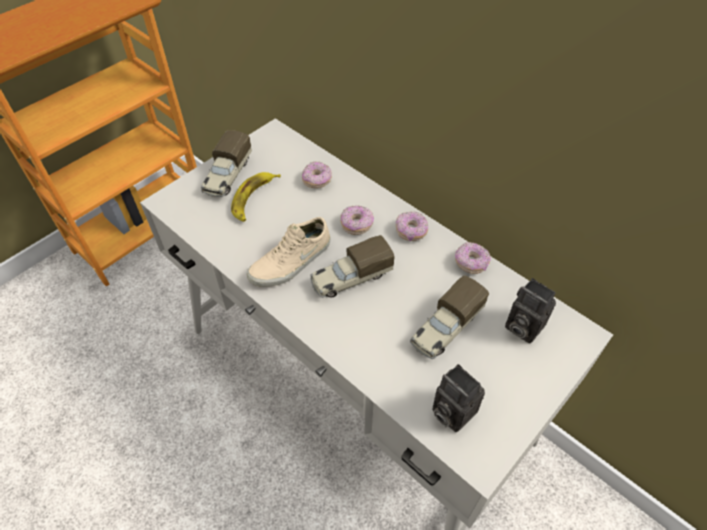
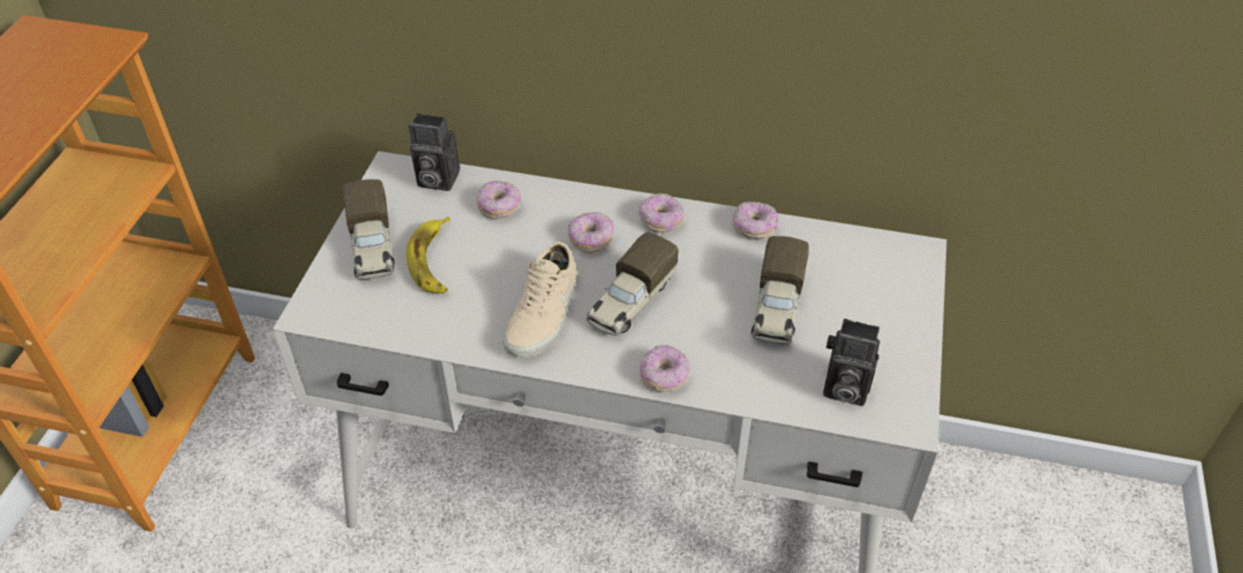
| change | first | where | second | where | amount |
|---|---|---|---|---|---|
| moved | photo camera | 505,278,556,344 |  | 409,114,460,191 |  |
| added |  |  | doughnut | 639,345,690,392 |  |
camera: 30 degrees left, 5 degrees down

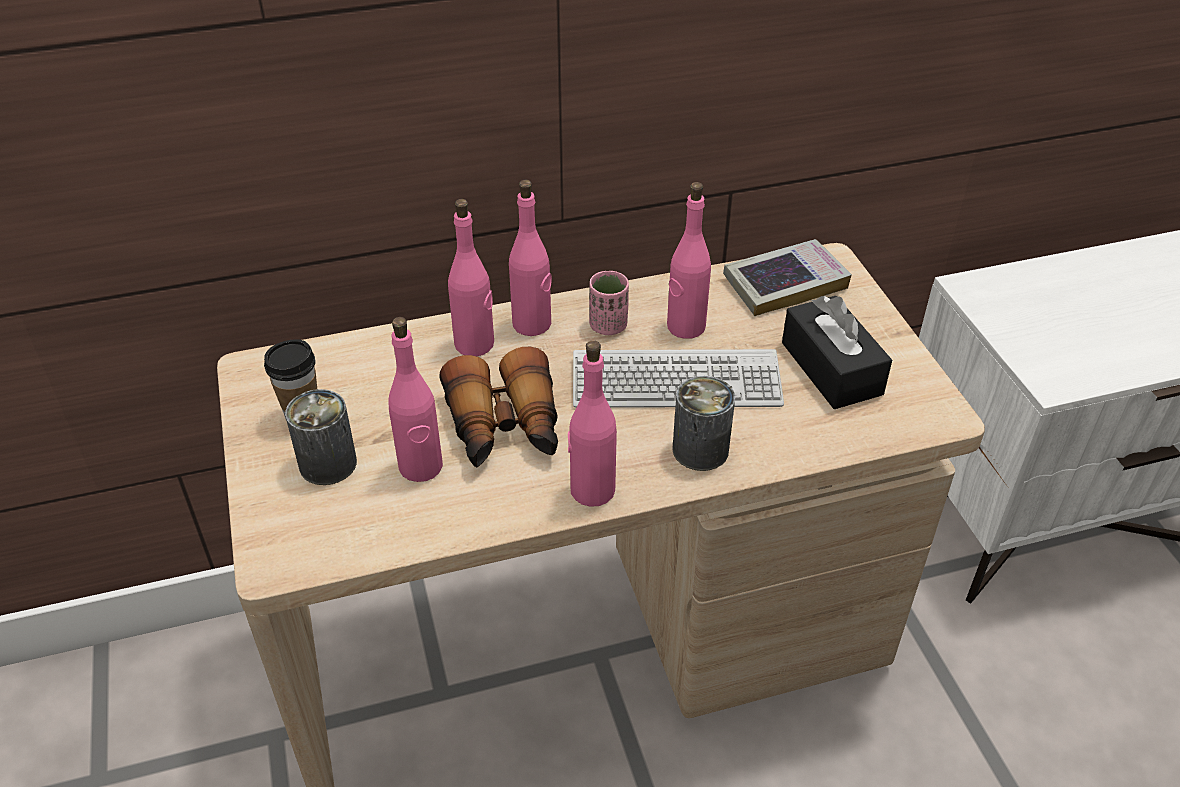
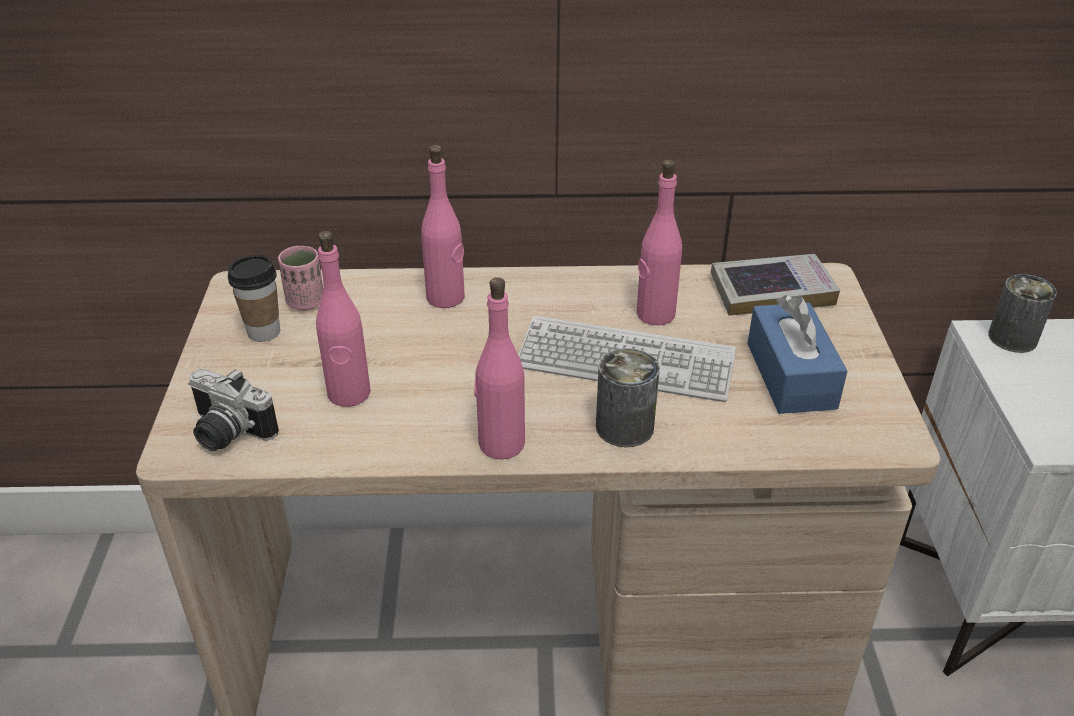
| change | first | where | second | where | amount |
|---|---|---|---|---|---|
| moved | sealed can | 285,389,357,485 |  | 988,274,1057,353 |  |
| removed | field glasses | 439,347,558,467 |  |  |  |
| removed | beverage bottle (pink-coloured) | 509,180,552,336 |  |  |  |
| moved | small cup (pink-coloured) | 589,271,629,335 |  | 278,246,323,311 |  |
| recoloured | tissue box (black-coloured) | 782,296,892,409 | tissue box (blue-coloured) | 747,295,847,414 |  |
| added |  |  | photo camera | 188,368,279,451 |  |
camera: 15 degrees right, 5 degrees down

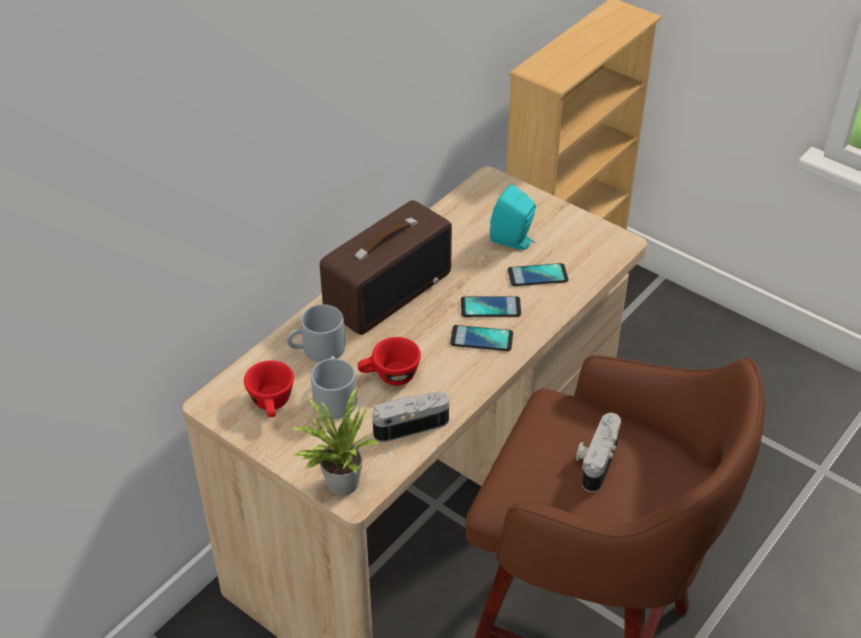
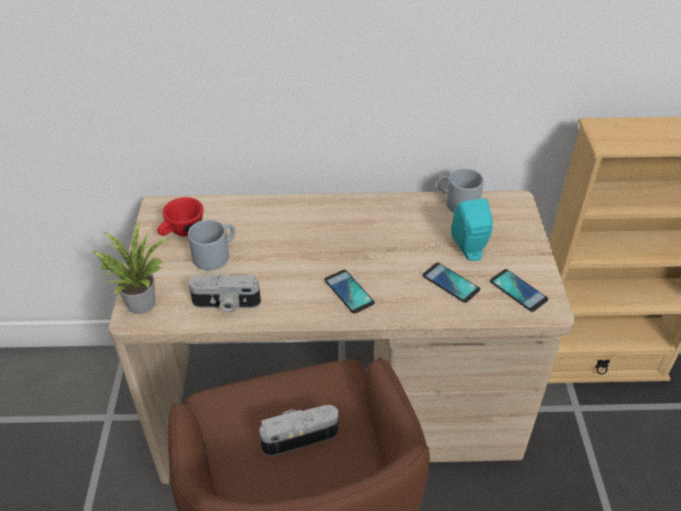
| change | first | where | second | where | amount |
|---|---|---|---|---|---|
| moved | coffee mug (greyish) | 287,304,345,362 |  | 437,168,484,213 |  |
| removed | radio receiver | 320,200,452,335 |  |  |  |
| removed | small cup (red-coloured) | 358,337,421,386 |  |  |  |
| turned | photo camera | 372,392,449,442 |  | 189,273,261,313 | 150 degrees clockwise |
| moved | telephone | 461,296,521,317 |  | 490,269,548,312 |  |
camera: 50 degrees right, 0 degrees up

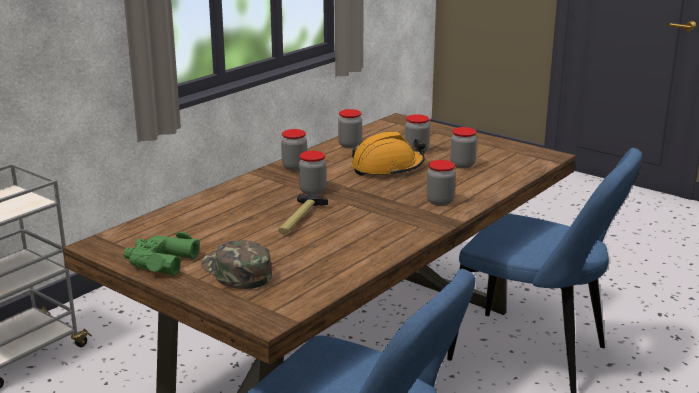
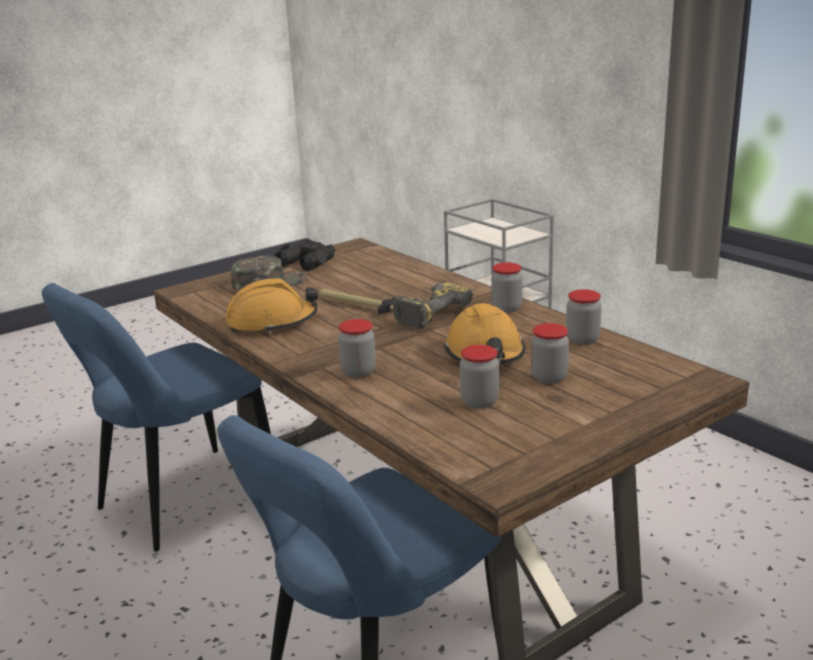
| change | first | where | second | where | amount |
|---|---|---|---|---|---|
| recoloured | field glasses (green-coloured) | 123,231,200,275 | field glasses (black-coloured) | 275,242,335,271 |  |
| replaced | jar | 299,151,327,195 | drill | 393,282,473,329 |  |
| added |  |  | hard hat (orange-coloured) | 226,278,319,334 |  |
camera: 105 degrees right, 0 degrees up

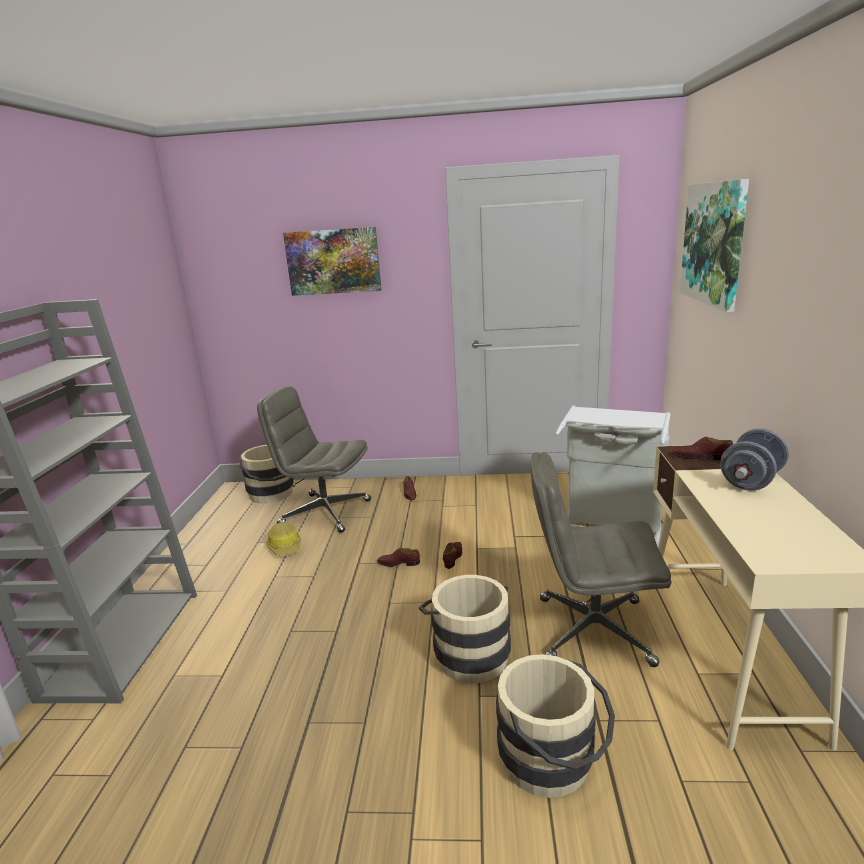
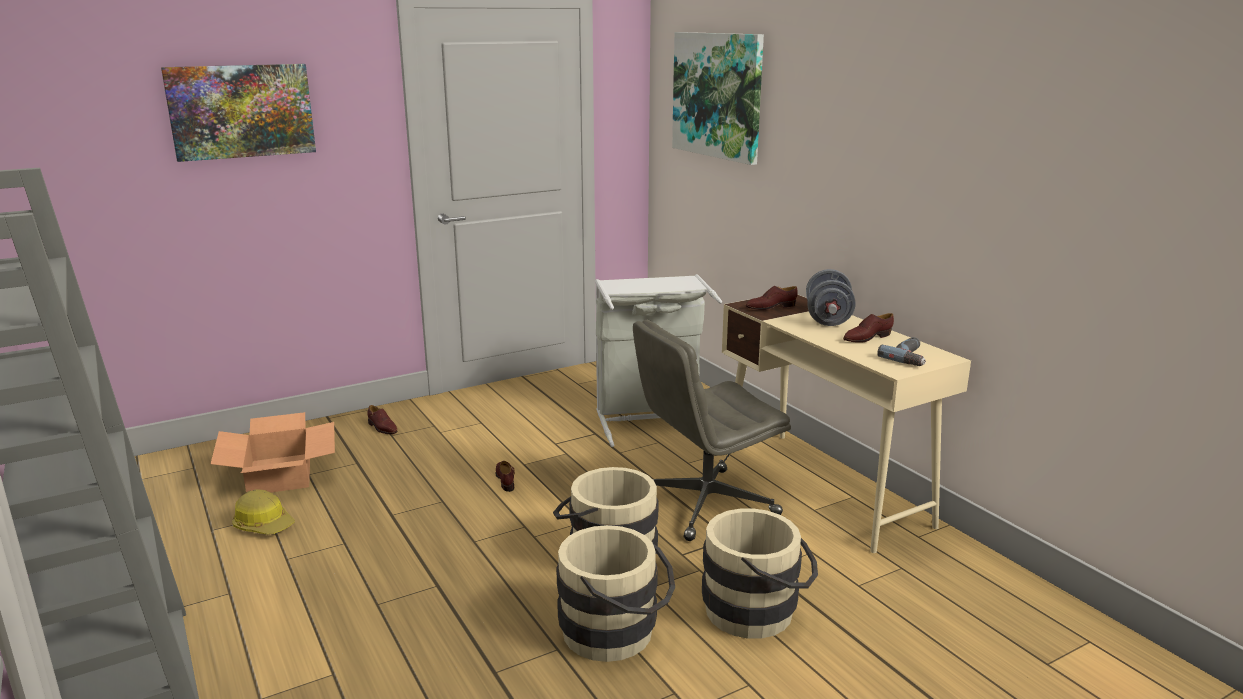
| change | first | where | second | where | amount |
|---|---|---|---|---|---|
| moved | bucket (beige-coloured) | 240,445,294,503 |  | 556,525,675,662 |  |
| replaced | office chair (greyish) | 257,387,371,533 | cardboard box | 211,412,335,493 |  |
| moved | item of footwear (brown-coloured) | 377,548,420,567 |  | 843,313,894,342 |  |
| added |  |  | drill | 877,337,926,366 |  |
camera: 35 degrees left, 0 degrees up

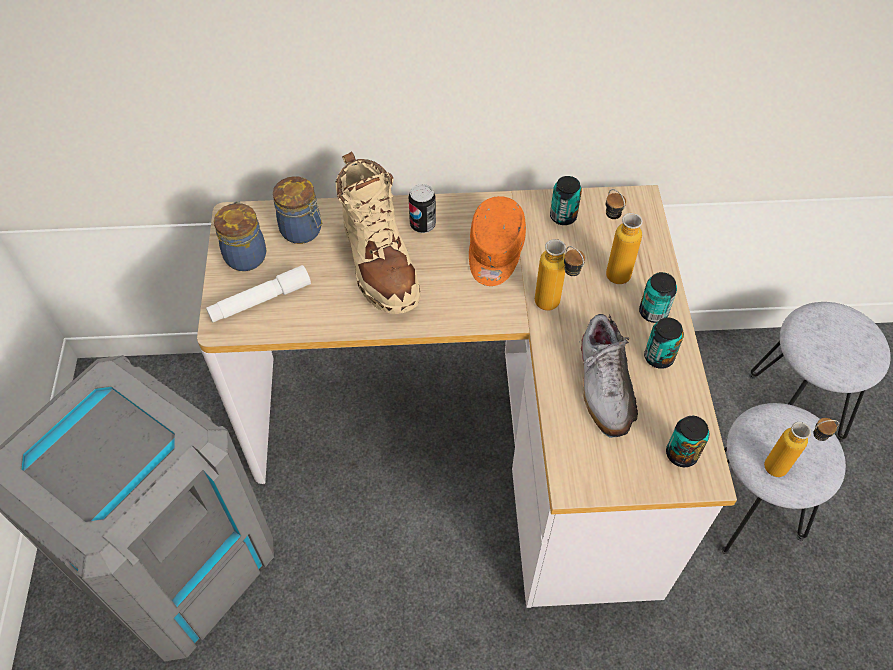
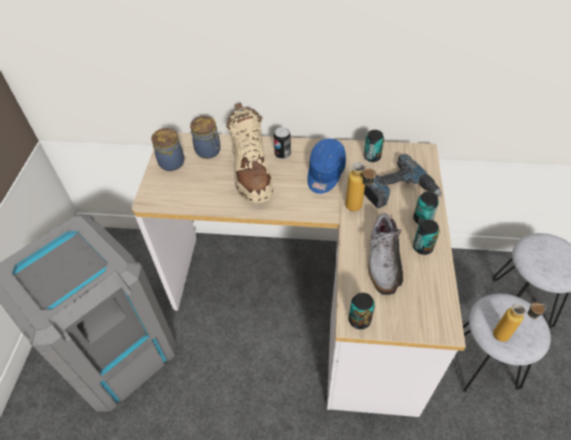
| change | first | where | second | where | amount |
|---|---|---|---|---|---|
| removed | hand torch (white) | 206,265,311,322 |  |  |  |
| recoloured | baseball cap (orange-coloured) | 469,196,526,286 | baseball cap (blue-coloured) | 307,139,346,194 |  |
| replaced | beverage bottle | 606,189,643,284 | drill | 364,154,442,208 |  |
| moved | sealed can | 666,416,710,467 |  | 349,293,375,329 |  |
camera: 10 degrees right, 5 degrees down

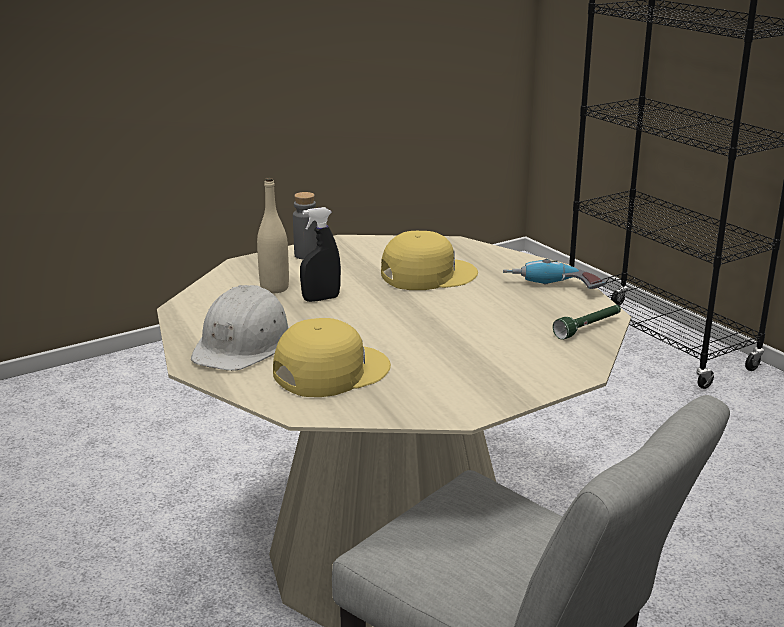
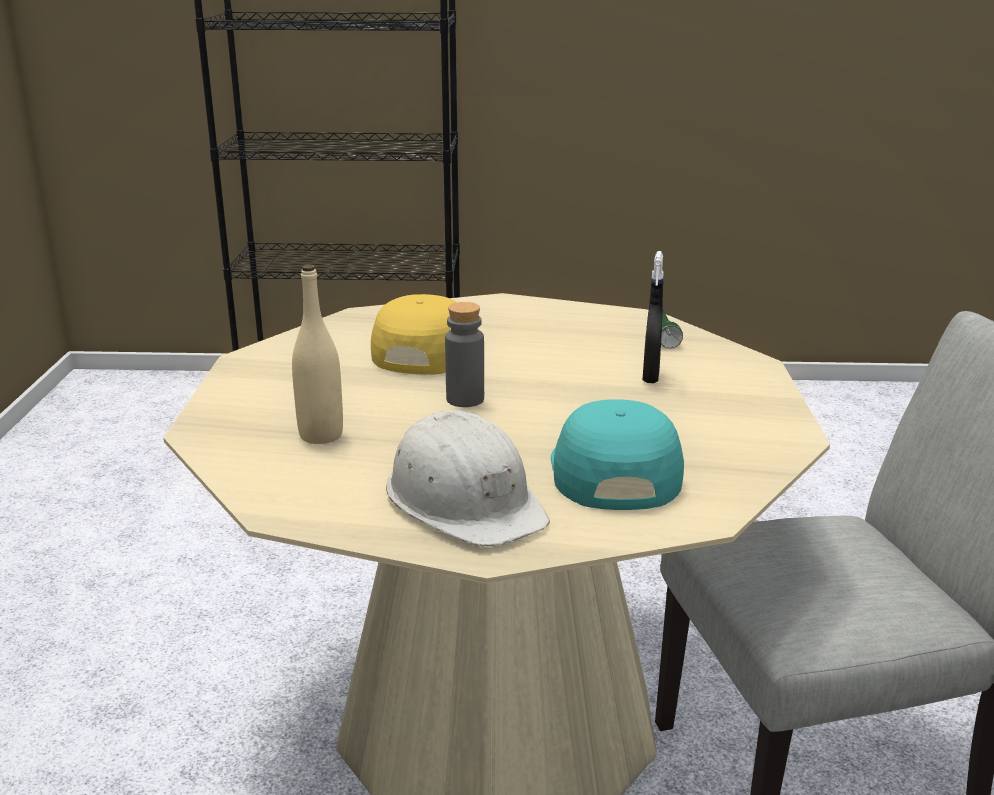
| change | first | where | second | where | amount |
|---|---|---|---|---|---|
| recoloured | baseball cap (yellowish) | 273,318,391,397 | baseball cap (blue-green) | 551,399,684,510 |  |
| moved | beverage bottle (greyish) | 293,192,317,259 |  | 445,302,484,407 |  |
| moved | spray bottle (black-coloured) | 300,207,341,302 |  | 643,251,664,383 |  |
| removed | drill | 503,259,606,289 |  |  |  |
camera: 55 degrees left, 0 degrees up

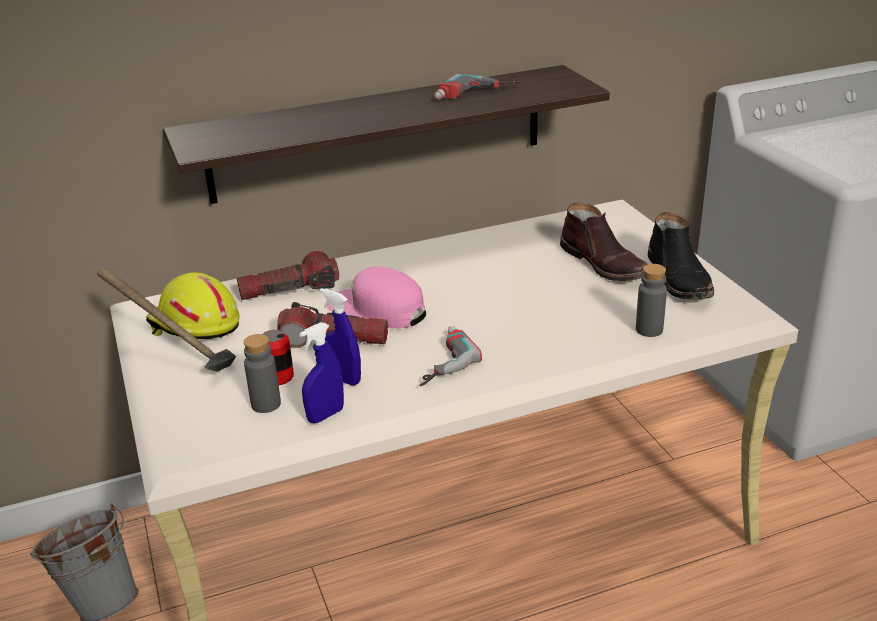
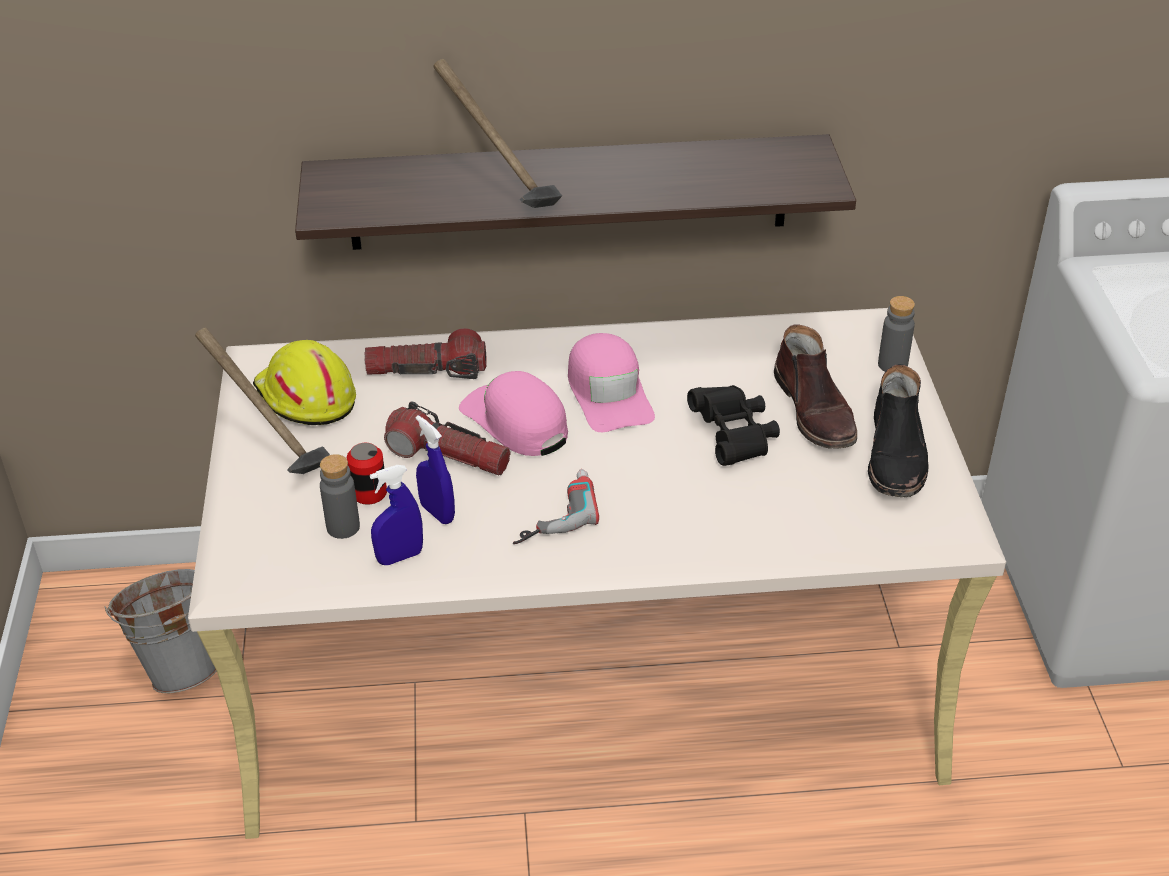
| change | first | where | second | where | amount |
|---|---|---|---|---|---|
| removed | drill | 435,74,521,99 |  |  |  |
| moved | beverage bottle (greyish) | 636,264,667,337 |  | 878,296,915,372 |  |
| added |  |  | tool hammer | 434,59,562,208 |  |
| added |  |  | baseball cap (pink-coloured) | 568,333,655,432 |  |
| added |  |  | field glasses (black-coloured) | 687,385,780,466 |  |
camera: 15 degrees right, 10 degrees up

